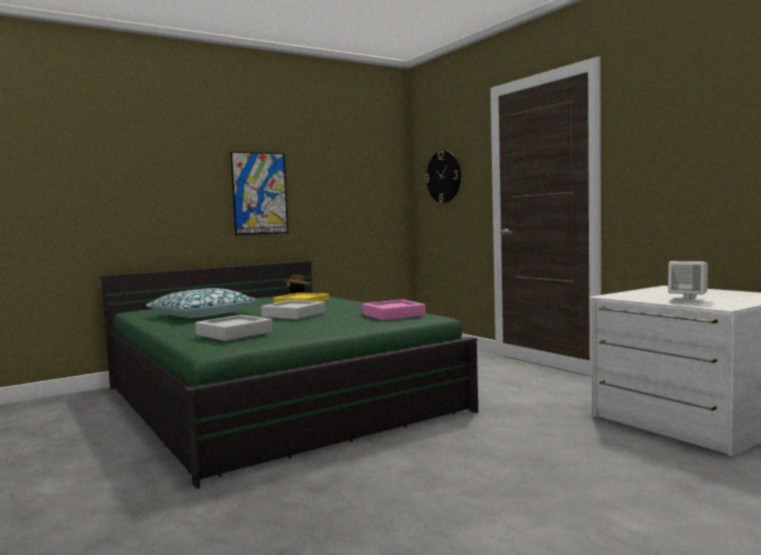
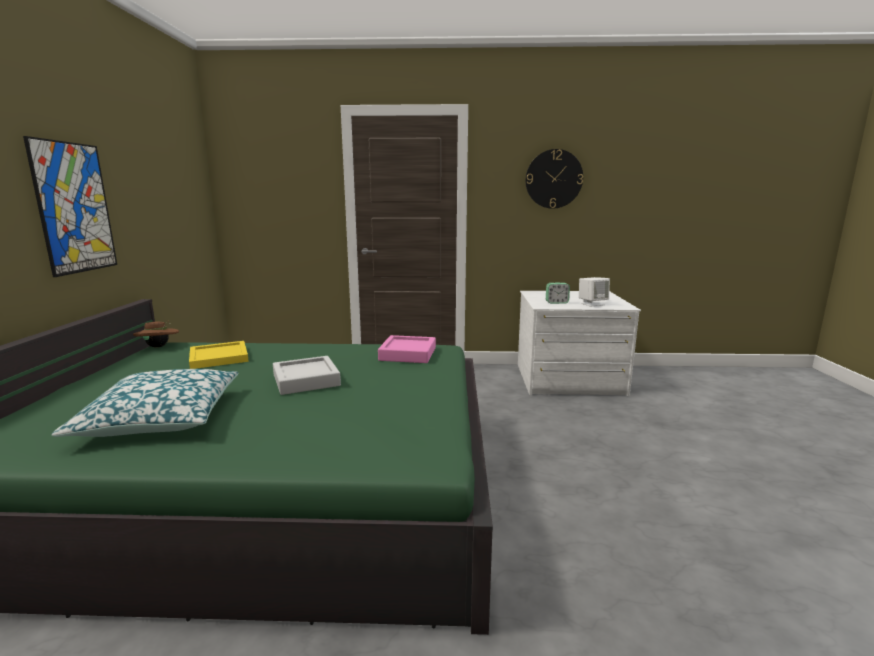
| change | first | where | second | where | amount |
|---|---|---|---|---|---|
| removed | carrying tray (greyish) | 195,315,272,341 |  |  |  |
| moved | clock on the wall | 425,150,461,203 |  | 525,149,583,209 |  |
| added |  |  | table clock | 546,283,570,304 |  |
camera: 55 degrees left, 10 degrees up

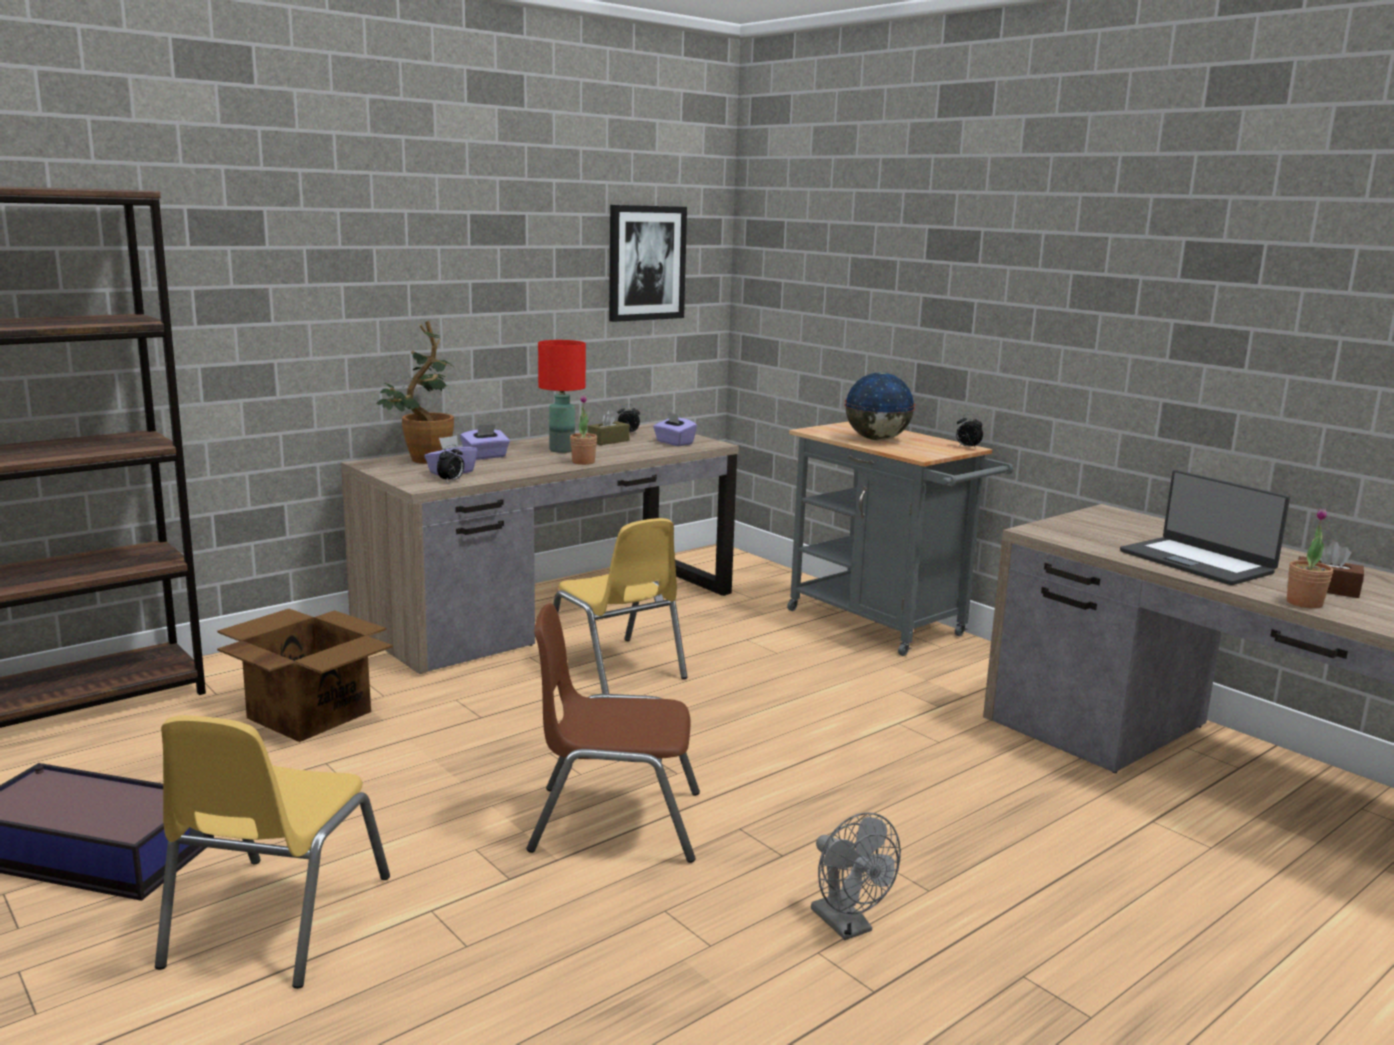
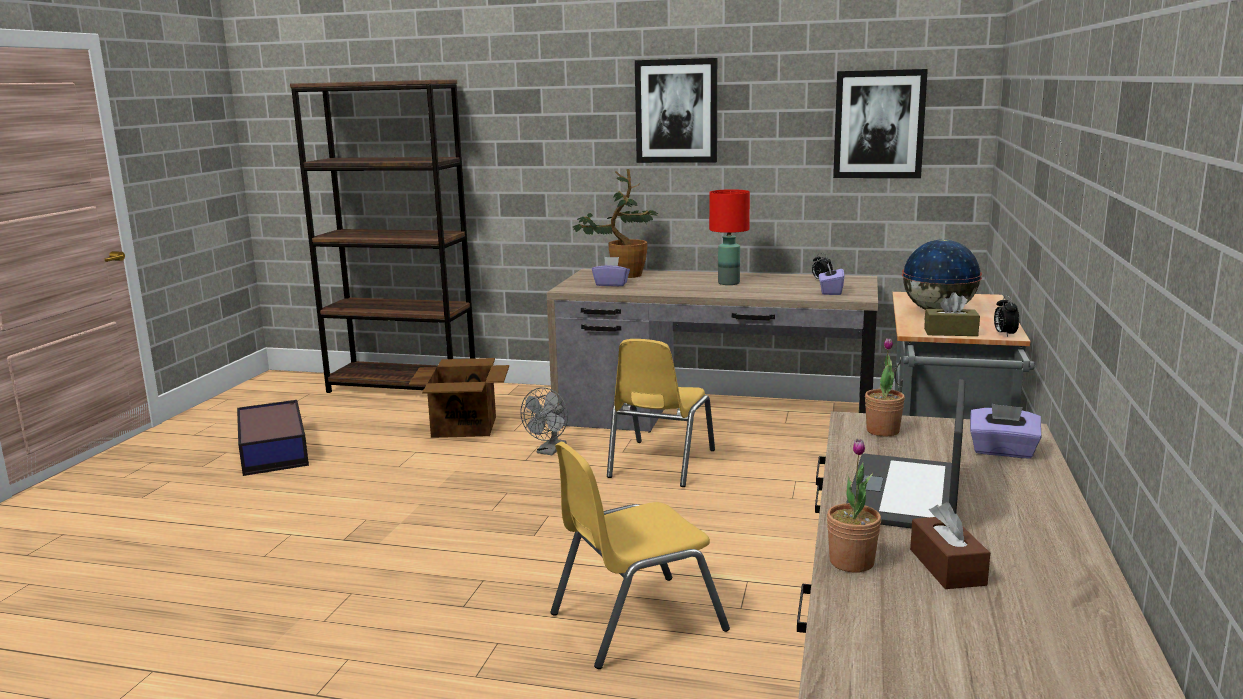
| change | first | where | second | where | amount |
|---|---|---|---|---|---|
| moved | upright chair (yellowish) | 155,715,390,989 |  | 550,442,730,669 |  |
| removed | table clock | 437,445,464,482 |  |  |  |
| moved | tissue box (purple-coloured) | 460,424,510,460 |  | 970,404,1041,458 |  |
| removed | upright chair (brown-coloured) | 526,603,700,863 |  |  |  |
| moved | potted plant | 570,395,597,465 |  | 865,338,905,437 |  |
| moved | tissue box (brown-coloured) | 588,409,630,445 |  | 924,292,980,336 |  |
| moved | electric fan (greyish) | 811,812,901,940 |  | 520,388,568,455 |  |
| added |  |  | wall picture | 635,58,717,163 |  |
camera: 55 degrees right, 0 degrees up

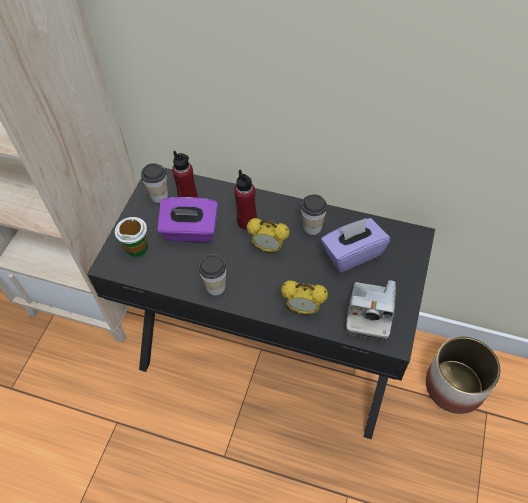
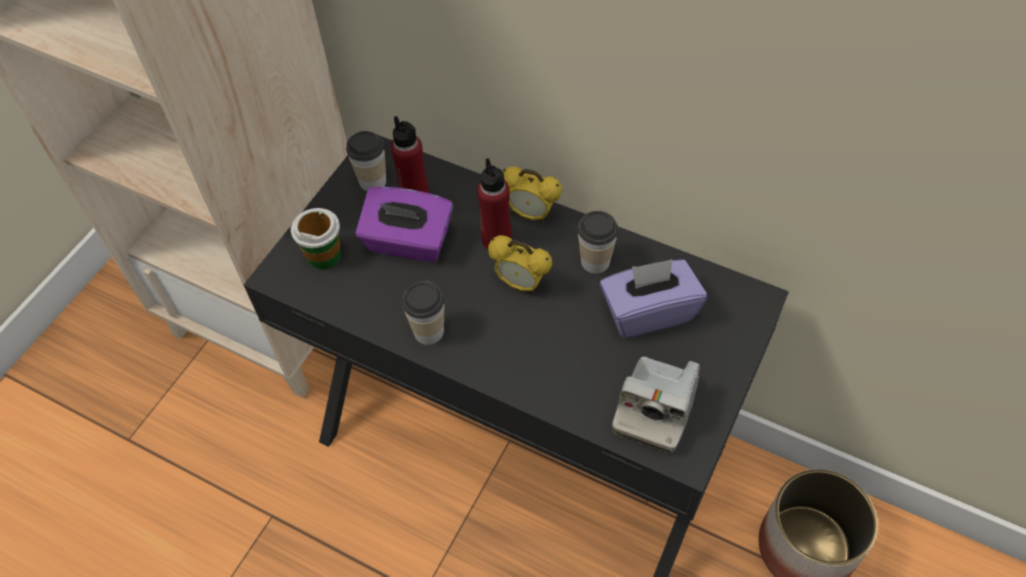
| change | first | where | second | where | amount |
|---|---|---|---|---|---|
| moved | table clock | 281,280,328,314 |  | 503,167,562,222 |  |
camera: 10 degrees right, 0 degrees up

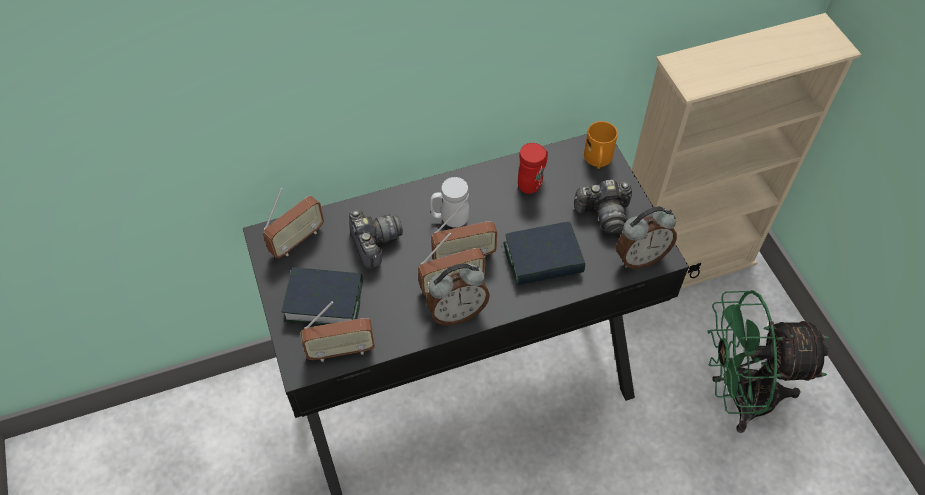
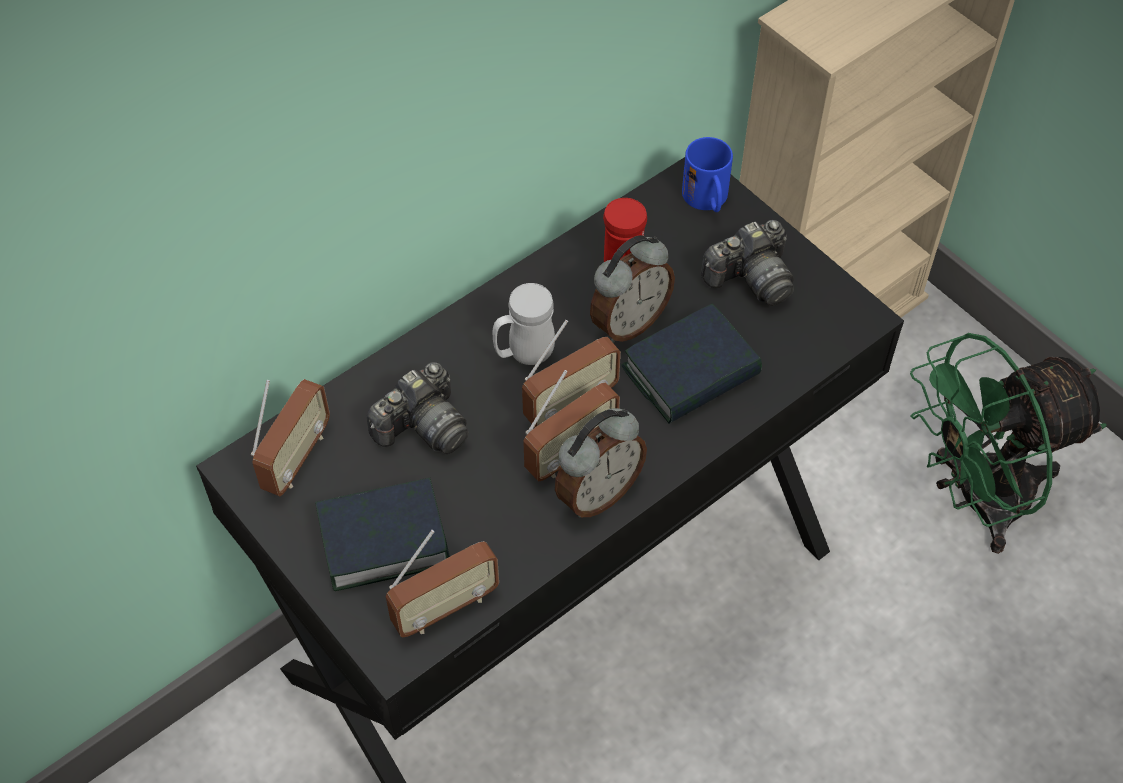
| change | first | where | second | where | amount |
|---|---|---|---|---|---|
| turned | photo camera | 349,210,403,270 |  | 367,362,469,454 | 90 degrees clockwise |
| recoloured | coffee mug (orange-coloured) | 584,121,618,169 | coffee mug (blue-coloured) | 682,137,733,212 |  |
| moved | table clock | 616,207,677,269 |  | 590,235,675,343 |  |
camera: 20 degrees left, 0 degrees up

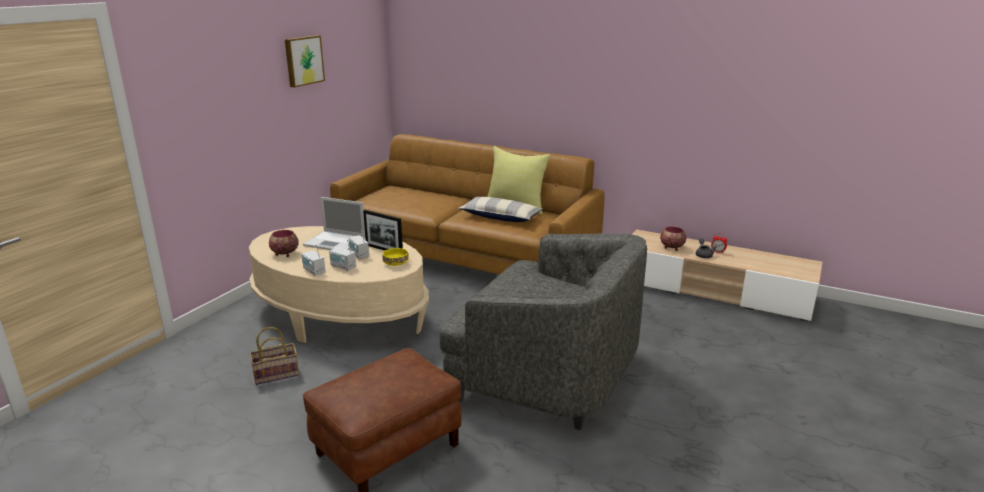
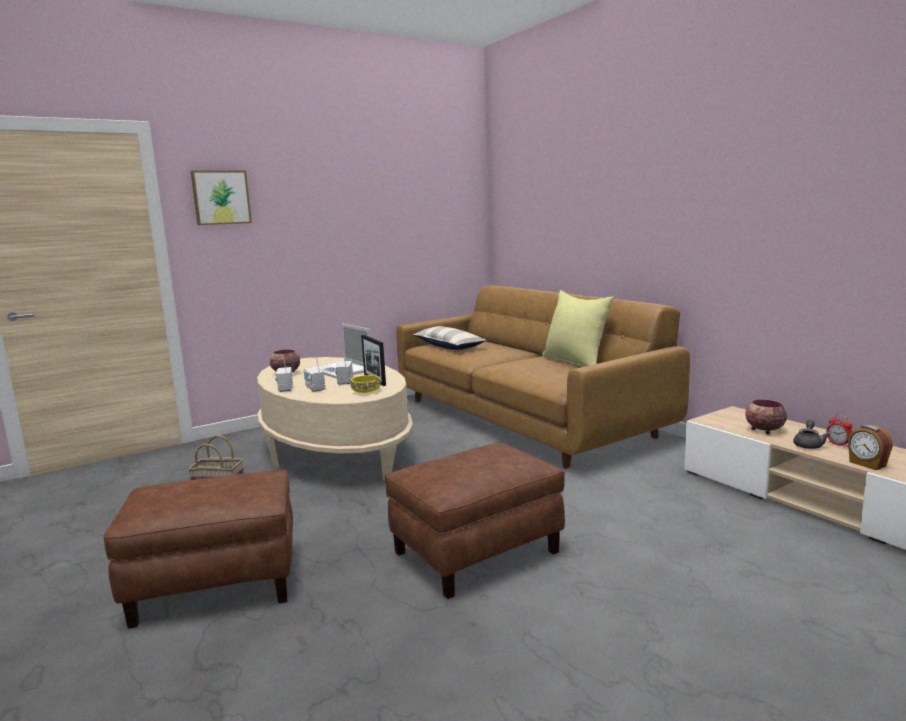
| change | first | where | second | where | amount |
|---|---|---|---|---|---|
| moved | wall picture | 285,35,325,88 |  | 191,170,252,225 |  |
| replaced | easy chair (greyish) | 439,233,647,430 | pouffe (brown-coloured) | 385,443,565,599 |  |
| moved | cushion | 458,197,543,222 |  | 413,326,487,350 |  |
| added |  |  | table clock | 848,425,893,470 |  |
camera: 30 degrees right, 10 degrees down

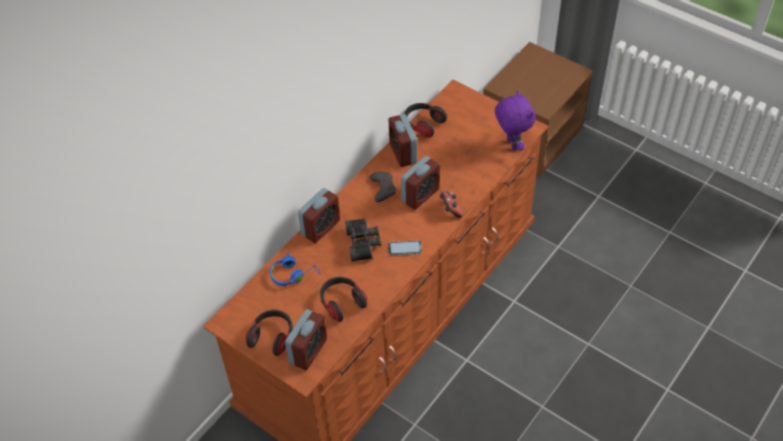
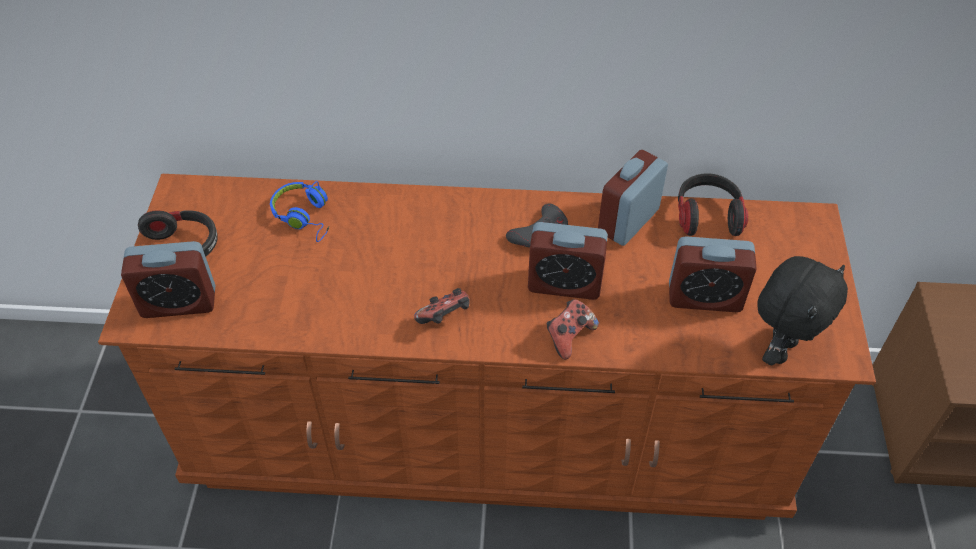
| change | first | where | second | where | amount |
|---|---|---|---|---|---|
| moved | table clock | 298,188,340,243 |  | 669,236,757,312 |  |
| removed | headphones | 320,277,367,322 |  |  |  |
| removed | field glasses (black-coloured) | 345,218,381,262 |  |  |  |
| replaced | telephone | 388,240,422,256 | game controller | 414,288,470,324 |  |
| recoloured | soft toy (purple-coloured) | 495,90,535,151 | soft toy (black-coloured) | 757,256,848,365 |  |
camera: 55 degrees right, 0 degrees up

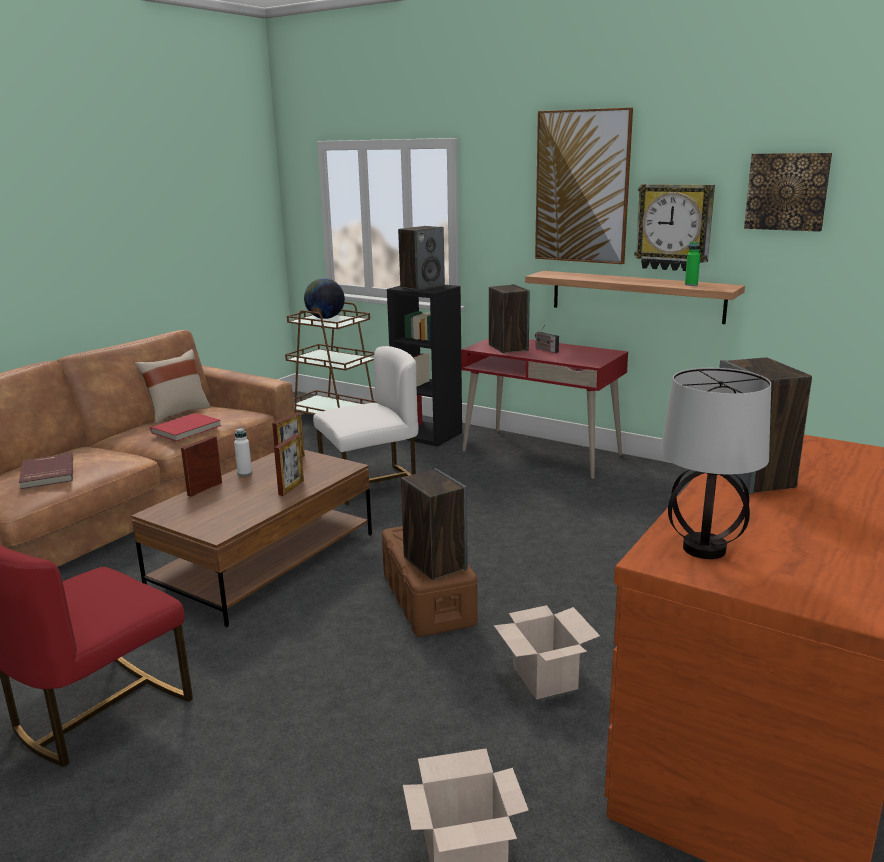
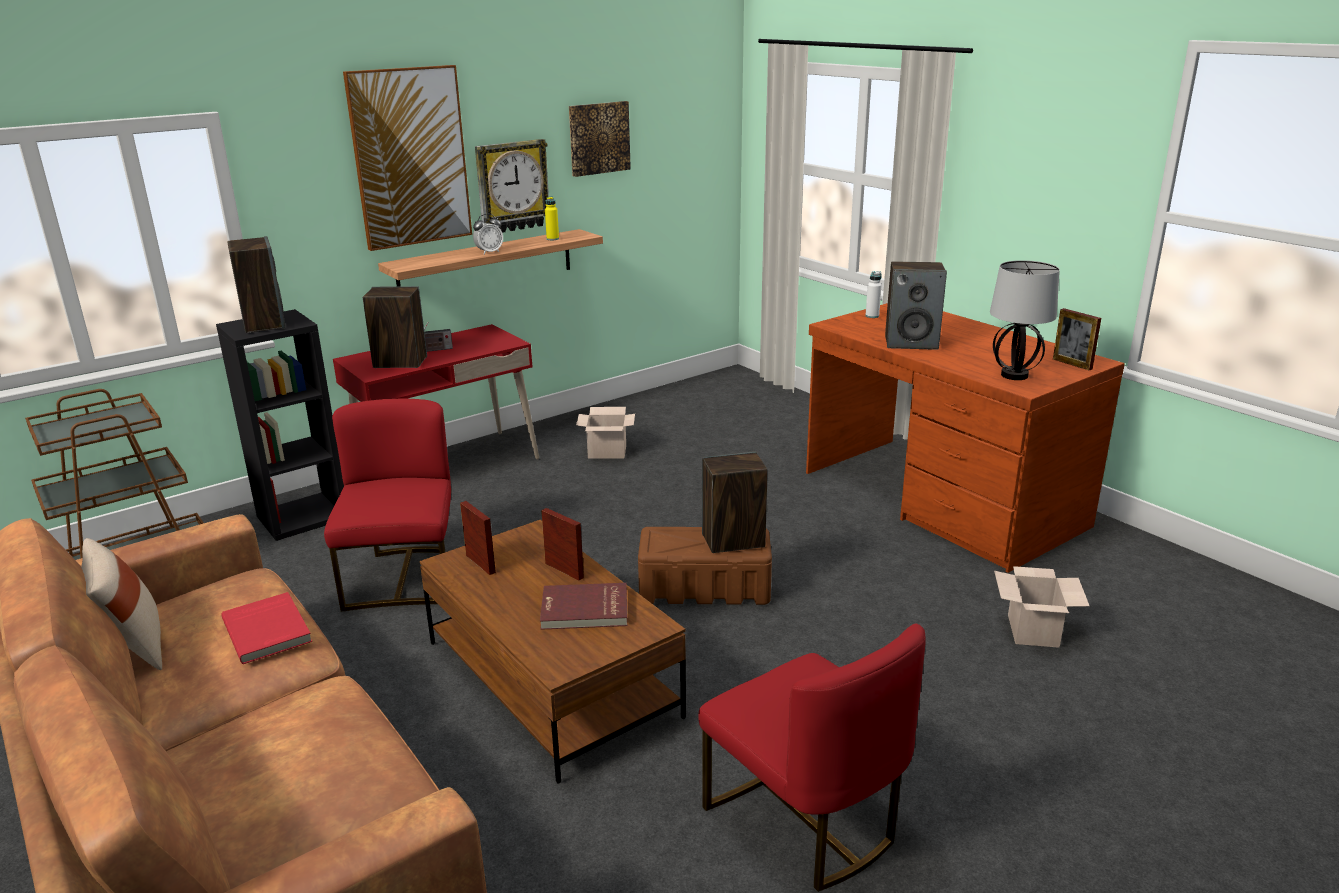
| change | first | where | second | where | amount |
|---|---|---|---|---|---|
| moved | volume (red-coloured) | 19,453,73,489 |  | 540,583,627,630 |  |
| moved | photo frame | 181,436,222,497 |  | 1053,308,1101,370 |  |
| moved | beverage bottle (white) | 234,427,252,476 |  | 865,271,882,318 |  |
| removed | world globe | 304,278,345,319 |  |  |  |
| recoloured | upright chair (white) | 313,346,418,505 | upright chair (red-coloured) | 324,399,451,612 |  |
| moved | cardboard box | 494,605,600,699 |  | 576,407,635,459 |  |
| recoloured | beverage bottle (green-coloured) | 685,242,700,286 | beverage bottle (yellowish) | 545,197,559,240 |  |
| added |  |  | table clock | 473,214,503,254 |  |
camera: 70 degrees left, 5 degrees up

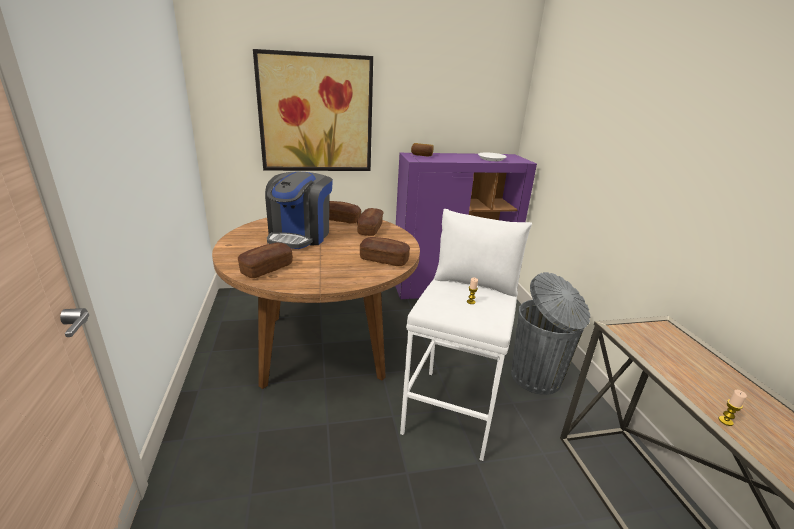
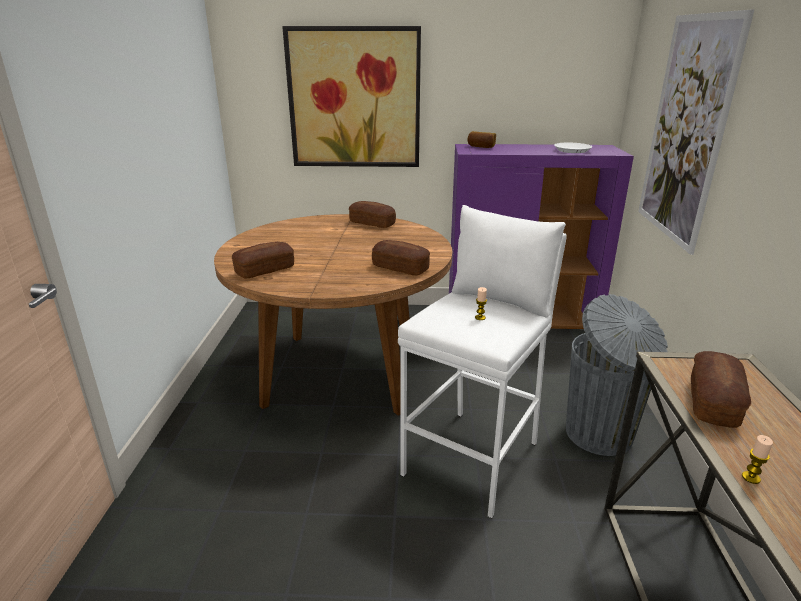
| change | first | where | second | where | amount |
|---|---|---|---|---|---|
| removed | coffee maker | 265,172,333,249 |  |  |  |
| moved | bread | 357,208,384,236 |  | 691,351,751,428 |  |
| added |  |  | wall picture | 638,10,754,255 |  |
camera: 15 degrees right, 0 degrees up

